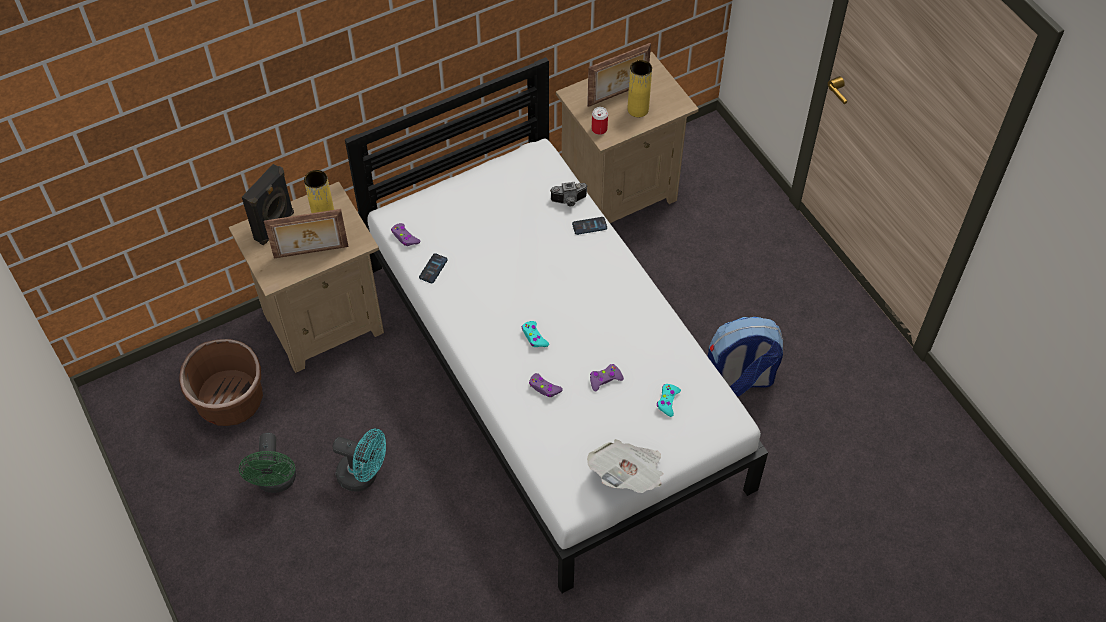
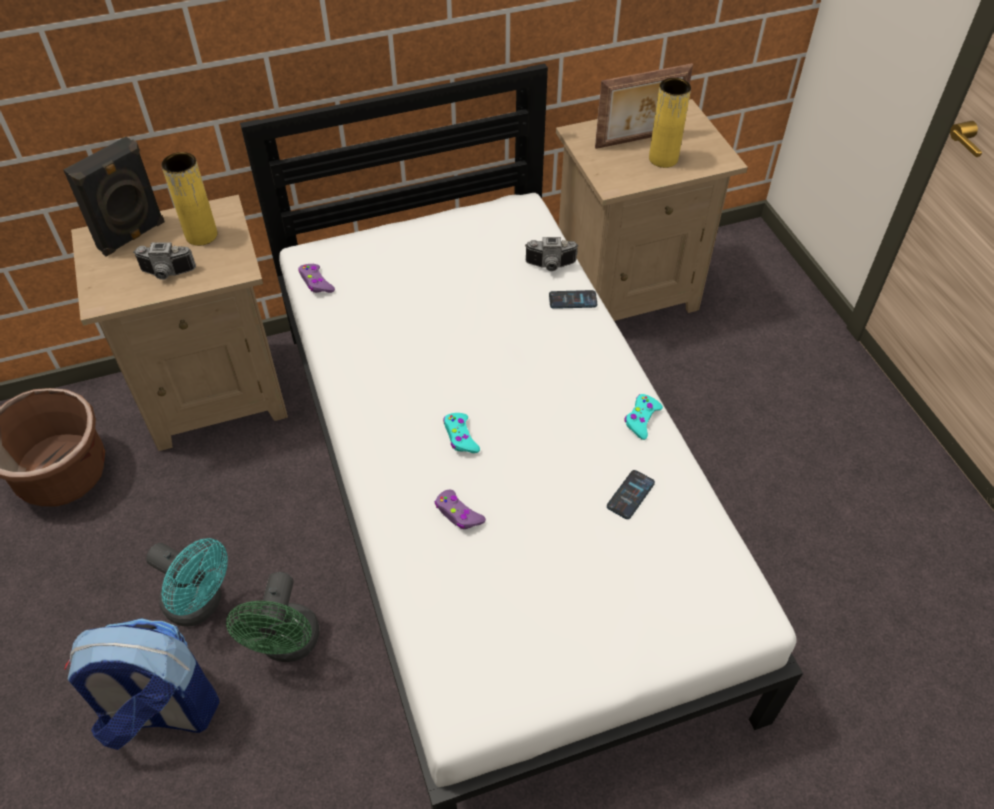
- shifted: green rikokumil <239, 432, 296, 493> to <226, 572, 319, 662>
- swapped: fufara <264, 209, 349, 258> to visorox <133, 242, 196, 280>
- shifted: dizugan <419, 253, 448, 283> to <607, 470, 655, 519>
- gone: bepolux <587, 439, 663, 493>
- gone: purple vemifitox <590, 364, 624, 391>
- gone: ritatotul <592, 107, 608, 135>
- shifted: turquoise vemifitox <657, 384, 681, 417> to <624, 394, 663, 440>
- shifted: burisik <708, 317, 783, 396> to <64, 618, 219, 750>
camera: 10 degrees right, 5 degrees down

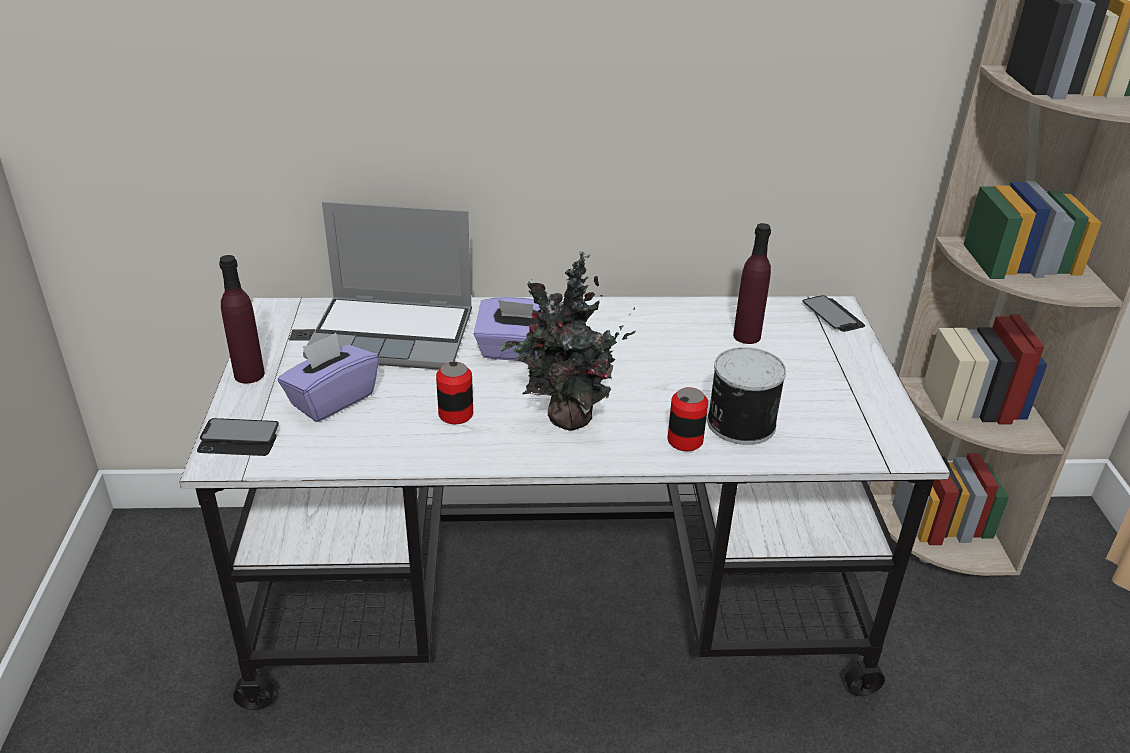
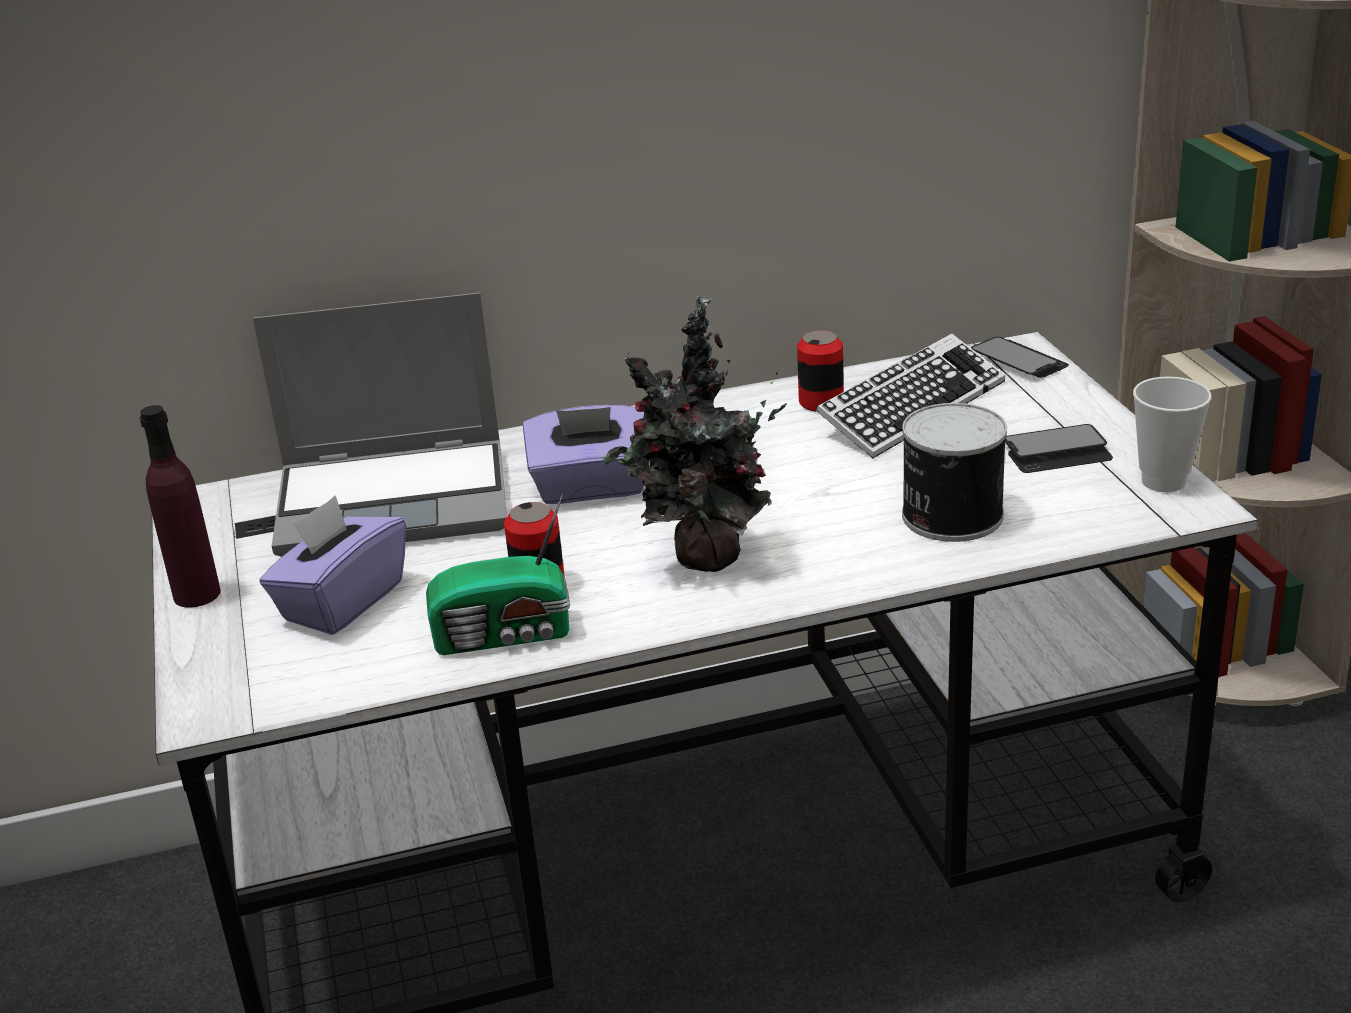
- shifted: dizugan <197, 418, 279, 456> to <1005, 424, 1113, 473>
- shifted: ritatotul <668, 387, 708, 451> to <797, 330, 844, 412>
- swapped: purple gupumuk <733, 223, 771, 344> to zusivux <816, 333, 1005, 458>
- new: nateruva <426, 494, 570, 655>
- new: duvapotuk <1133, 376, 1211, 492>
camera: 10 degrees left, 5 degrees down

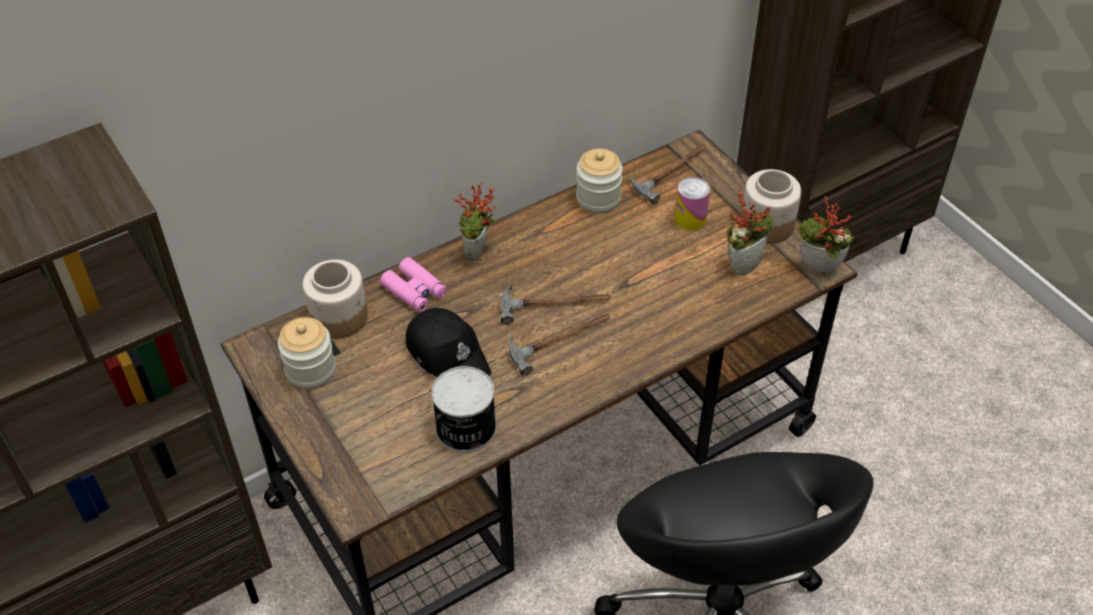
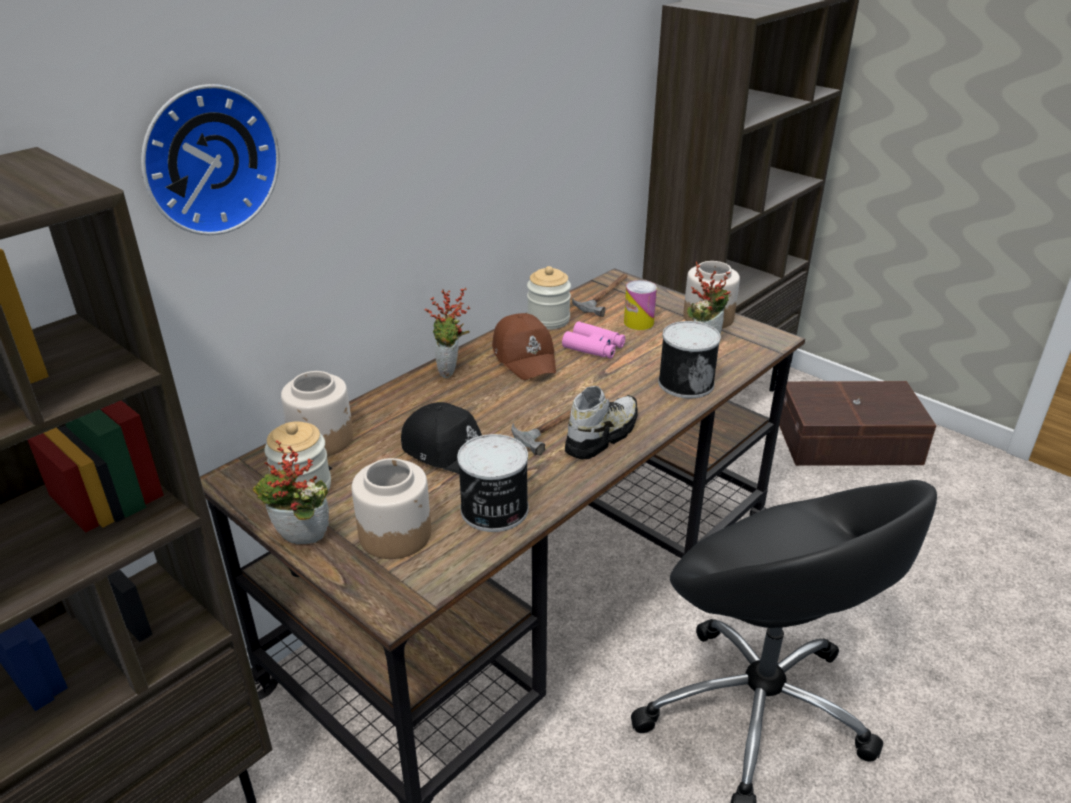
- shifted: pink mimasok <380, 257, 447, 312> to <562, 322, 625, 359>
- gone: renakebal <500, 285, 611, 325>
- shifted: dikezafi <797, 196, 854, 272> to <253, 441, 329, 544>
- new: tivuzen <141, 84, 280, 235>
- new: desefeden <352, 458, 431, 559>
- new: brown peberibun <492, 313, 556, 380>
- new: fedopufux <565, 386, 638, 459>
- new: ritatotul <658, 321, 721, 398>
- new: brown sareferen <779, 381, 936, 466>
camera: 15 degrees left, 15 degrees down

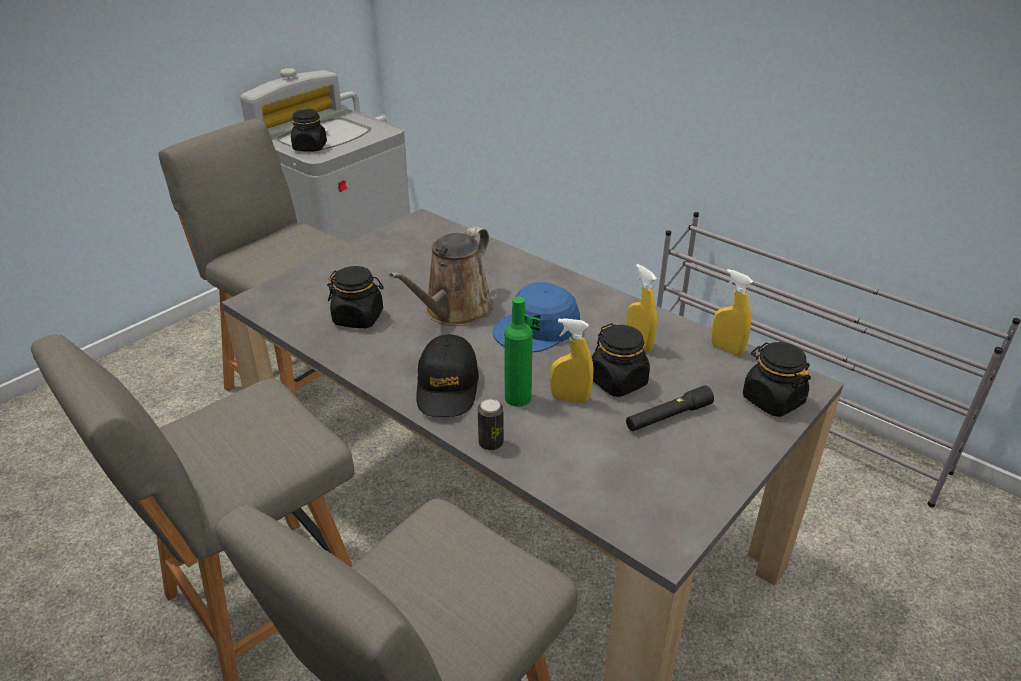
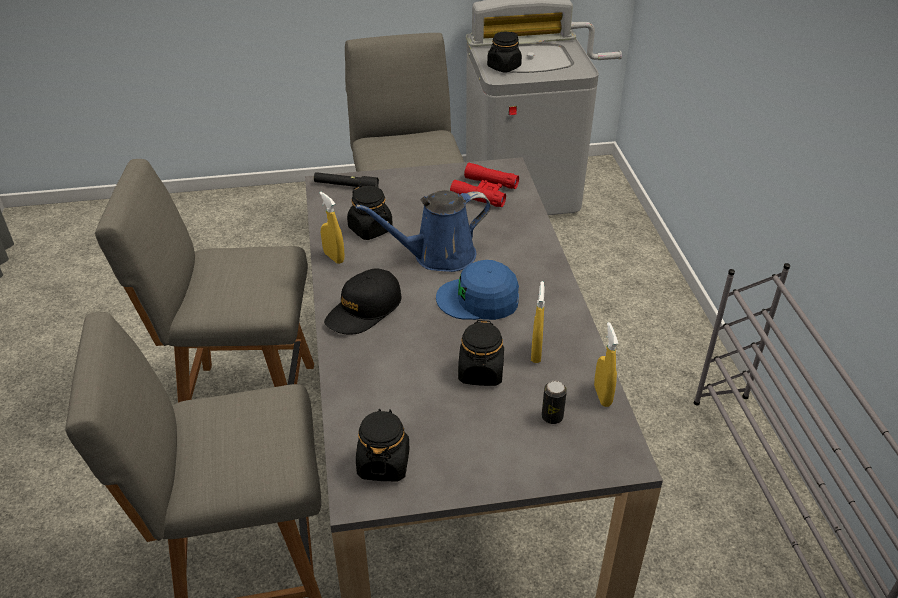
- repainted: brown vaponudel <389, 226, 494, 326> to blue vaponudel <355, 190, 491, 272>
- shifted: ritatotul <478, 399, 504, 450> to <542, 381, 567, 424>
- gone: green gupumuk <504, 297, 533, 407>
- shifted: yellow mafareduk <550, 318, 593, 403> to <319, 192, 345, 264>
- shifted: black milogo <626, 385, 714, 431> to <314, 172, 379, 187>
- shifted: black desefeden <743, 342, 811, 417> to <356, 409, 409, 481>
- new: red mimasok <450, 163, 519, 207>
camera: 40 degrees right, 5 degrees up

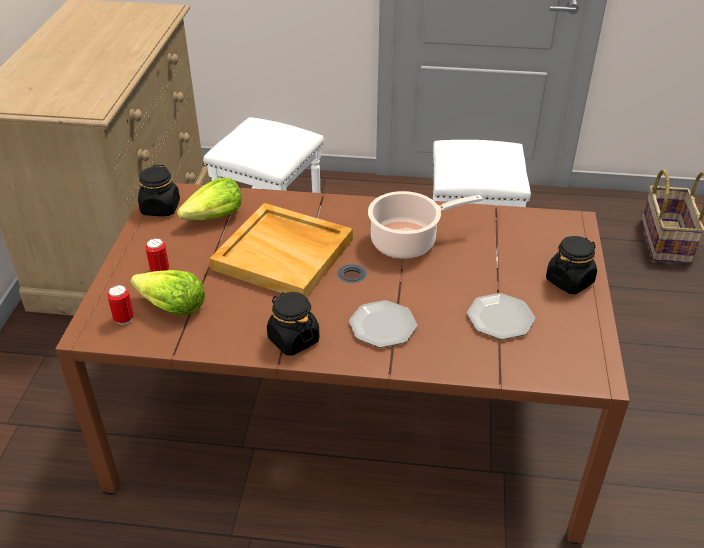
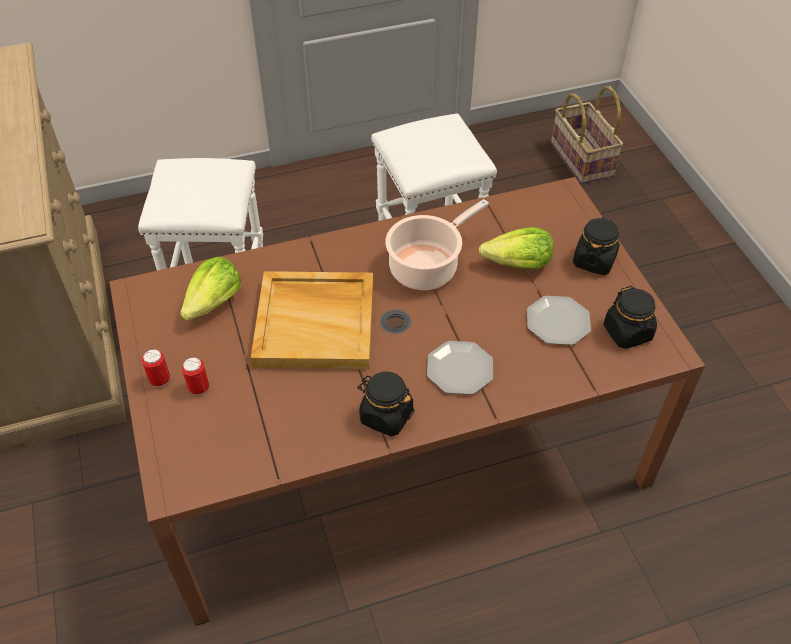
- shifted: ritatotul <107, 285, 134, 325> to <142, 349, 170, 387>
- shifted: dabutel <131, 270, 205, 316> to <479, 227, 554, 269>
- shifted: black desefeden <138, 165, 180, 216> to <603, 286, 657, 349>
camera: 25 degrees left, 10 degrees up

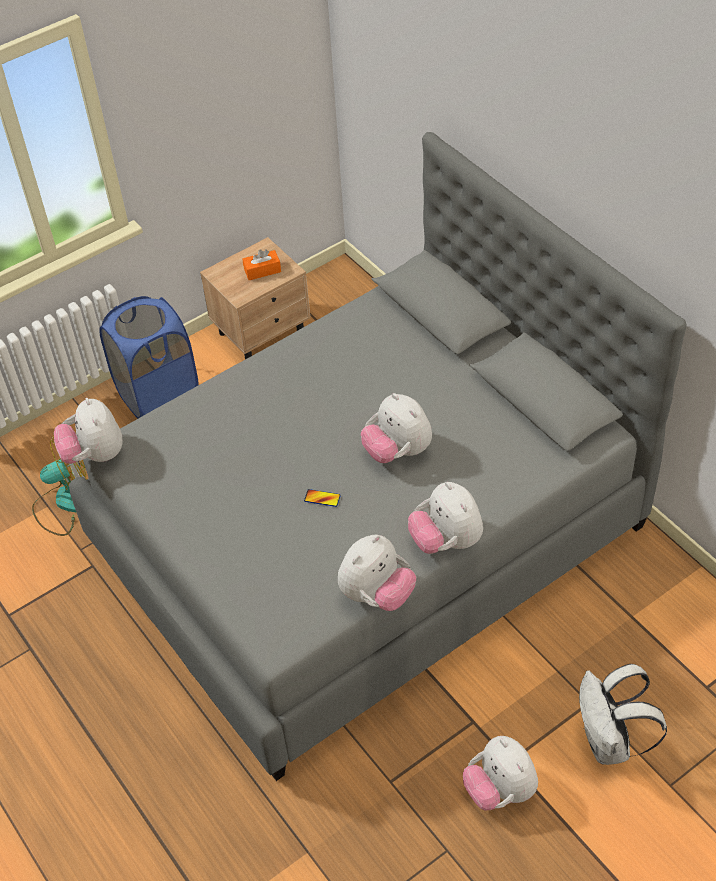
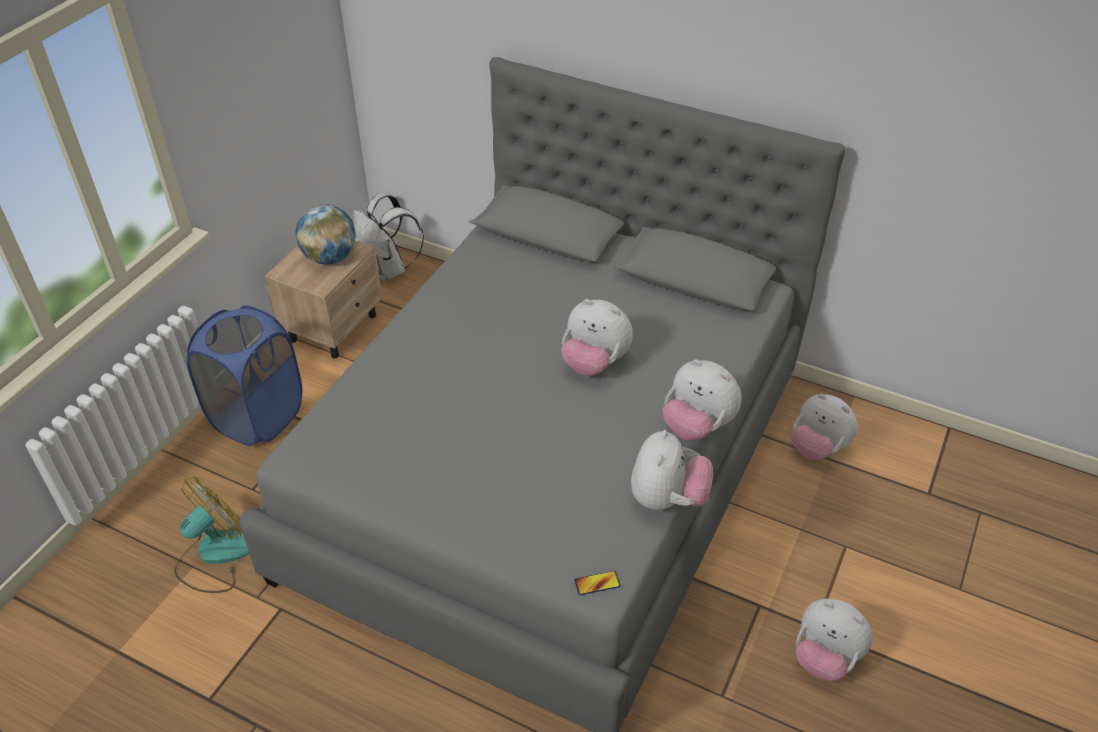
- shifted: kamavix <54, 398, 123, 464> to <791, 394, 858, 460>
- swapped: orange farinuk <242, 249, 281, 280> to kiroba <295, 204, 356, 265>
- shifted: dizugan <304, 489, 341, 507> to <574, 571, 620, 595>
- shifted: white burisik <579, 664, 667, 765> to <353, 193, 424, 281>
camera: 30 degrees left, 5 degrees down

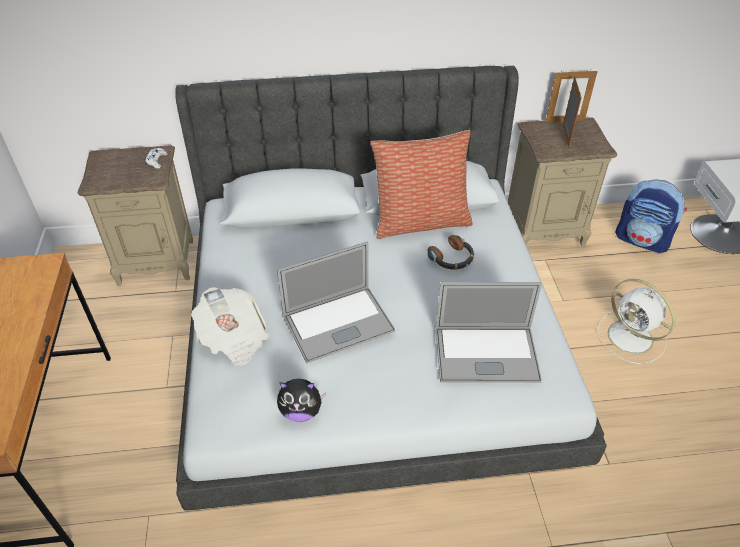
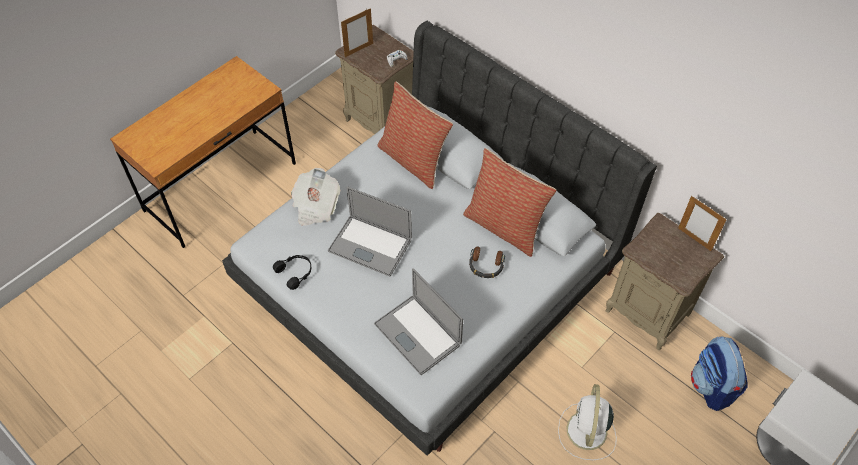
- swapped: kamavix <277, 379, 326, 422> to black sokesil <273, 255, 311, 290>
- shifted: fufara <563, 76, 582, 148> to <341, 8, 373, 57>
- new: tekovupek <377, 81, 453, 189>
camera: 50 degrees right, 10 degrees up

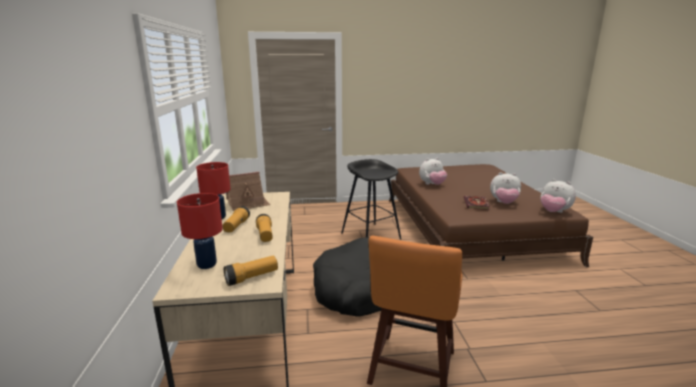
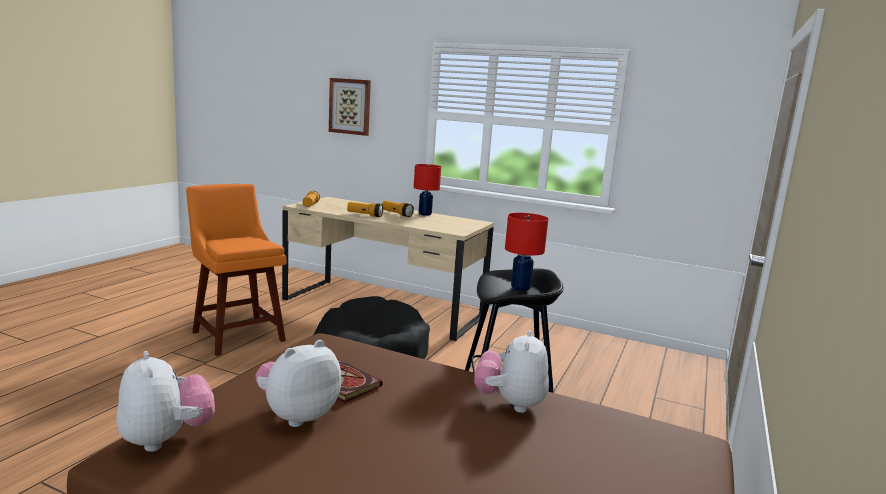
- shifted: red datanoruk <177, 193, 223, 269> to <505, 213, 548, 291>
- gone: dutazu <227, 172, 270, 211>
- rotated: kamavix <540, 179, 576, 213> = <116, 351, 215, 452> 75 degrees clockwise
- new: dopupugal <329, 78, 371, 136>
camera: 120 degrees right, 5 degrees down

